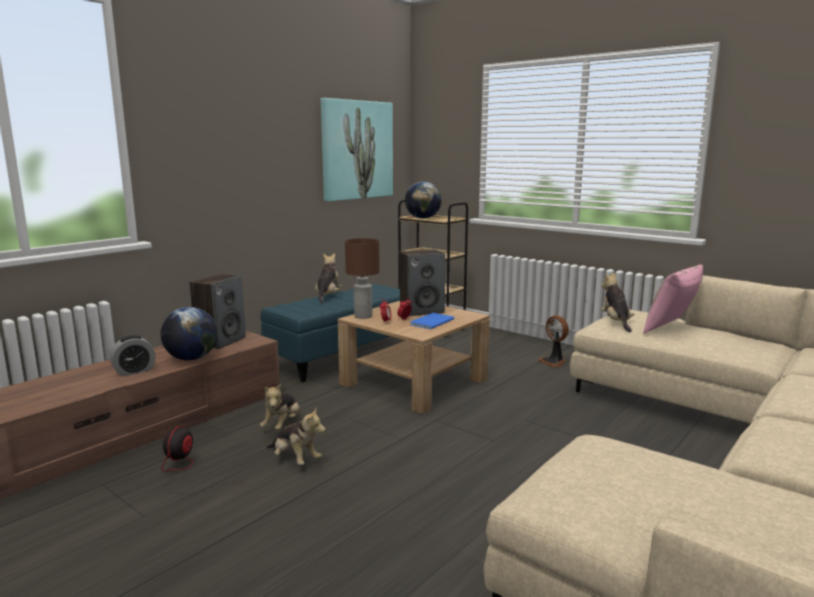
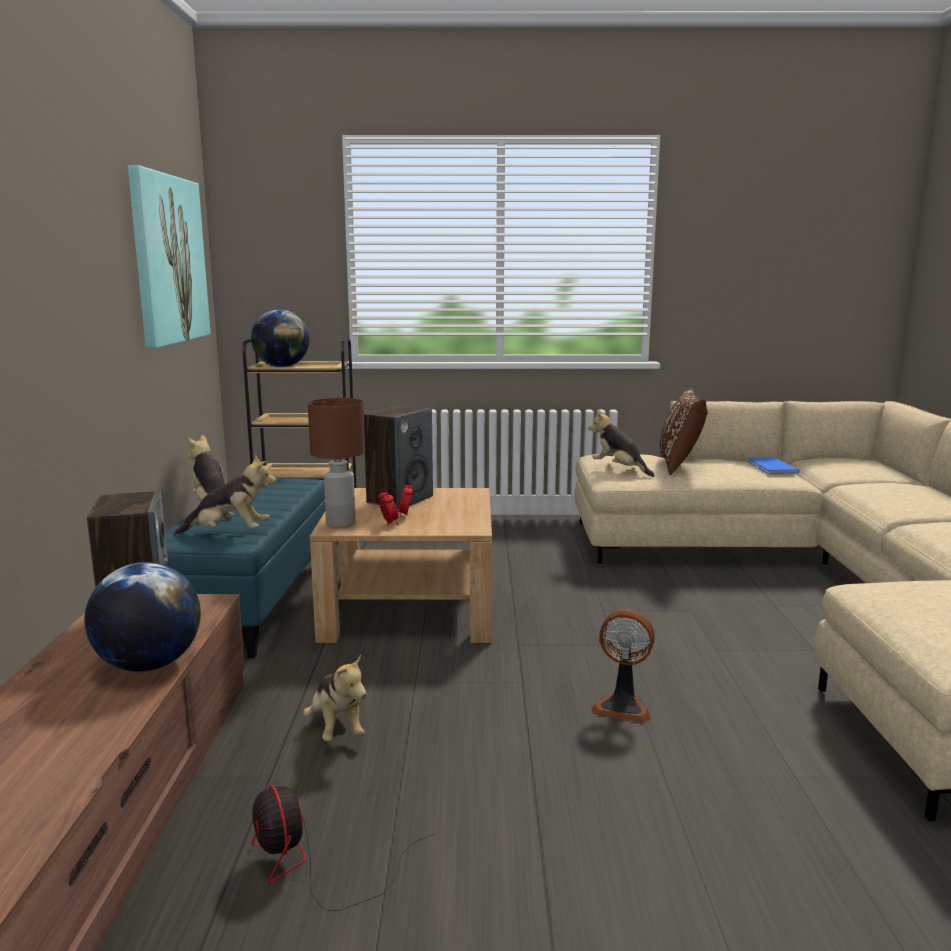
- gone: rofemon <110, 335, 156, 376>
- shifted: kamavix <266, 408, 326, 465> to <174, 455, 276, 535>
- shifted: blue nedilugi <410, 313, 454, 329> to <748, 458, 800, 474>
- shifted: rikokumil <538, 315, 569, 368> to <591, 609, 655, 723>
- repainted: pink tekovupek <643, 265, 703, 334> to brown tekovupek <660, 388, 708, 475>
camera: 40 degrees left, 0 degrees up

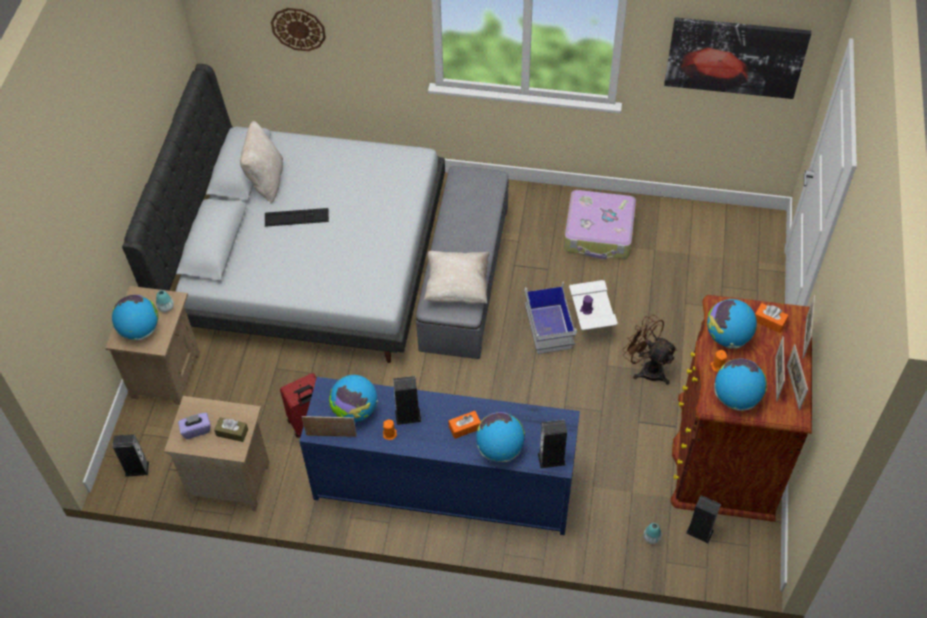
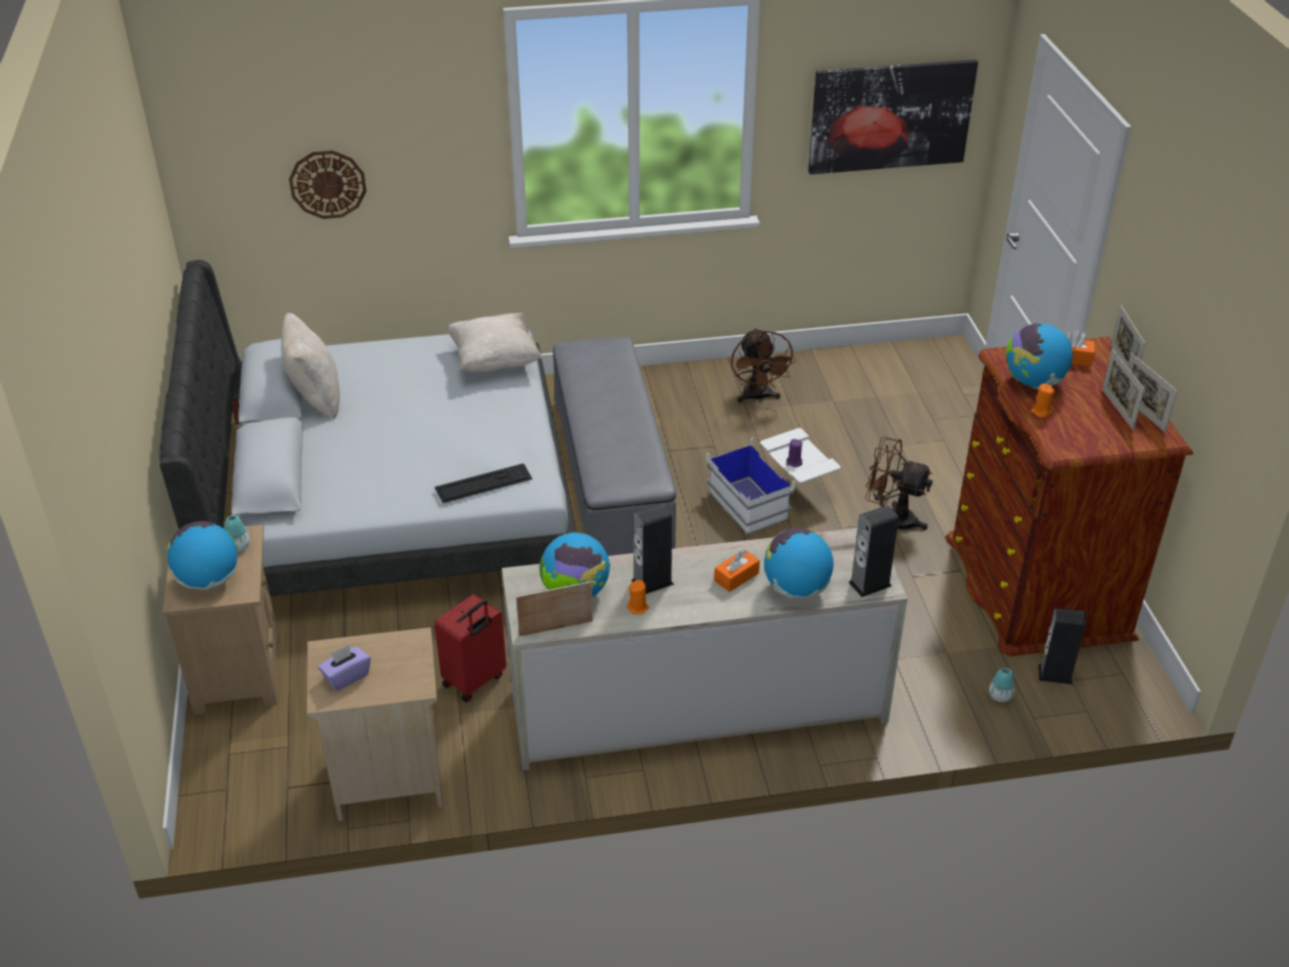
- gone: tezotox <113, 434, 149, 477>
- gone: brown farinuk <214, 417, 248, 442>
- shifted: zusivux <265, 208, 329, 227> to <435, 463, 532, 503>
- repainted: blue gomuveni <299, 377, 580, 535> to white gomuveni <502, 528, 908, 770>
- shifted: beige tekovupek <424, 251, 490, 304> to <447, 313, 542, 372>
- swapped: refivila <564, 190, 636, 259> to brown rikokumil <731, 328, 796, 403>
- gone: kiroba <714, 358, 767, 411>
camera: 20 degrees left, 15 degrees down

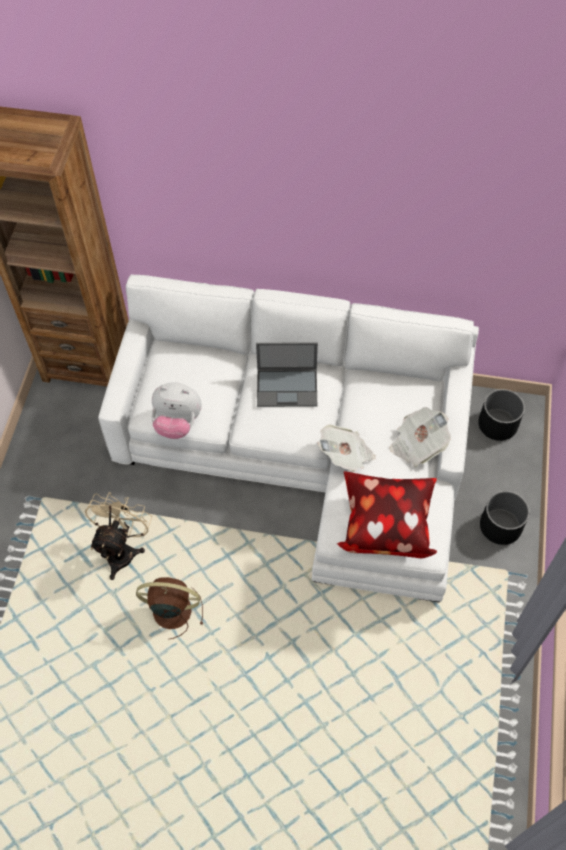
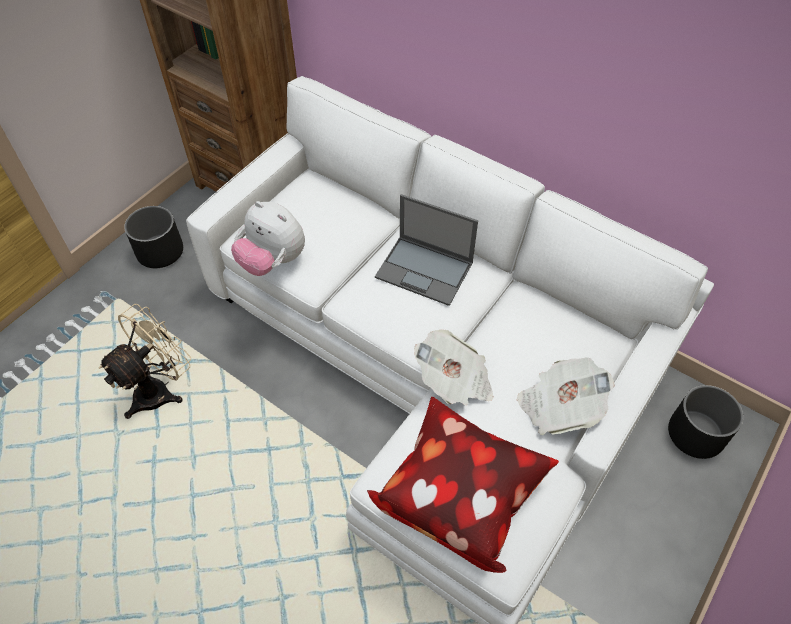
- gone: brown rikokumil <136, 577, 203, 639>
- shifted: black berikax <480, 491, 529, 545> to <124, 206, 183, 268>
camera: 25 degrees right, 5 degrees down

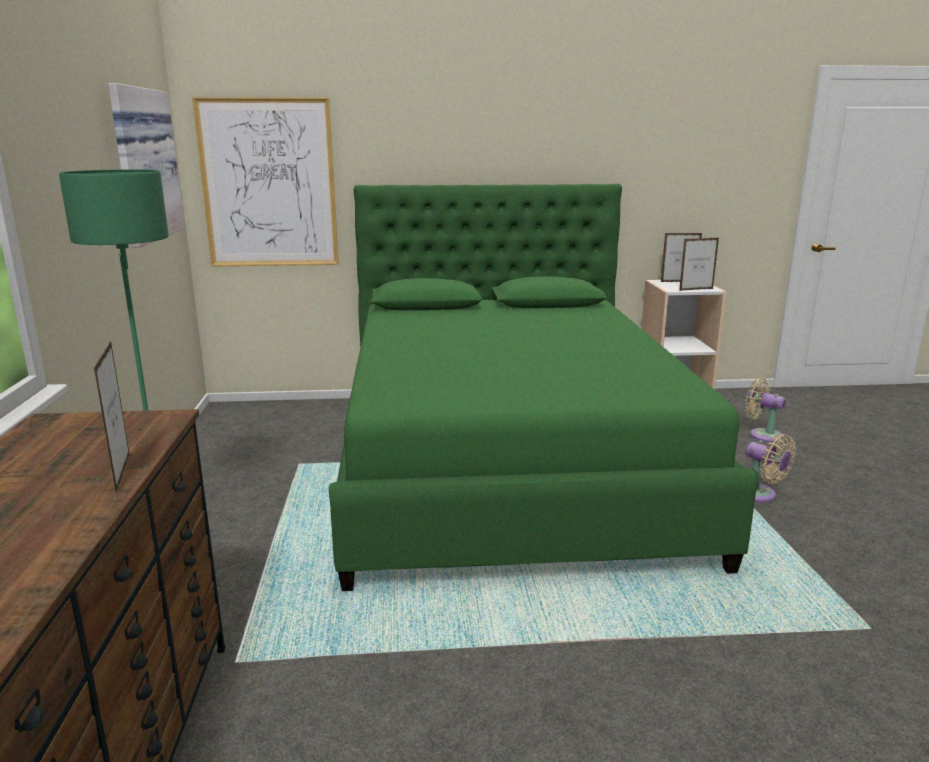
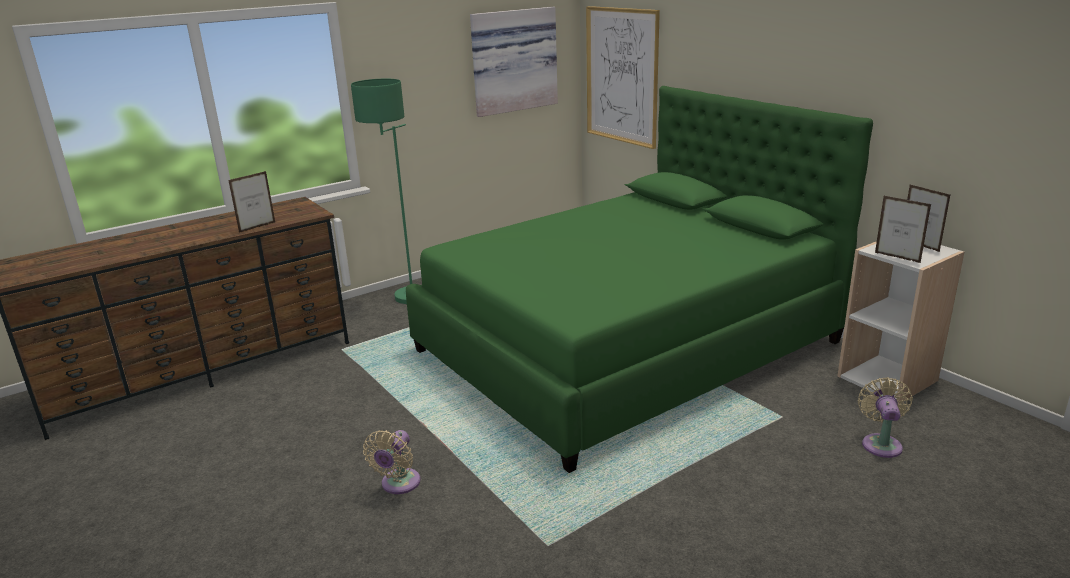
- shifted: beige rikokumil <745, 434, 796, 503> to <363, 430, 421, 494>
camera: 60 degrees right, 5 degrees up

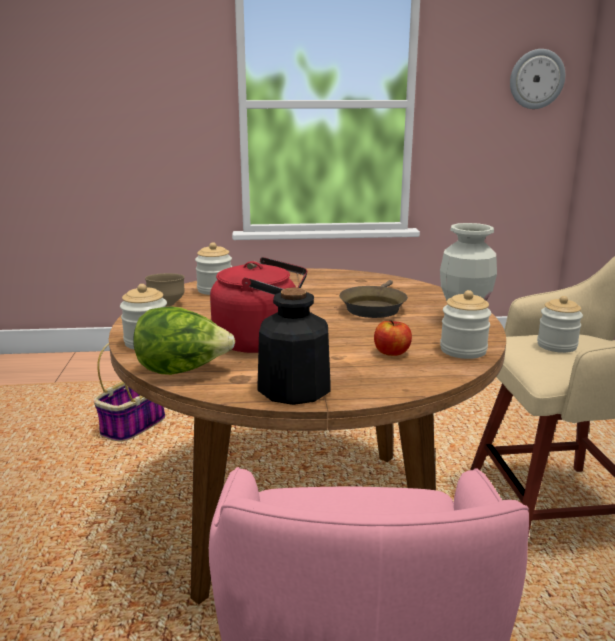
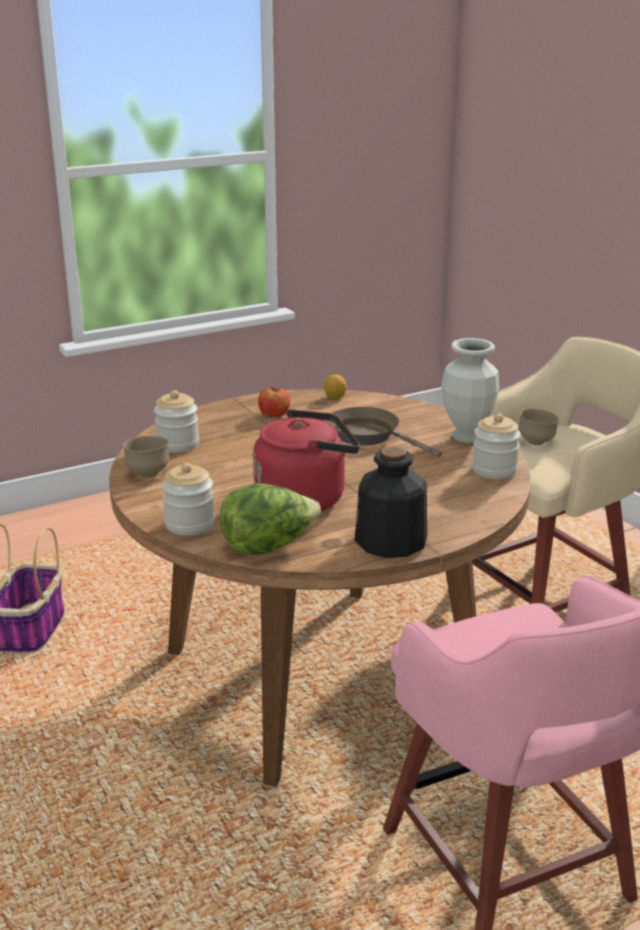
- rotated: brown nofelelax <339, 280, 408, 318> = <327, 407, 441, 457> 135 degrees clockwise
- shifted: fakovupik <374, 320, 412, 356> to <258, 387, 290, 417>
- gone: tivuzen <510, 49, 565, 109>
- swapped: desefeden <537, 296, 583, 353> to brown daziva <519, 409, 559, 445>
- new: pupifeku <324, 374, 347, 399>
camera: 25 degrees left, 5 degrees up

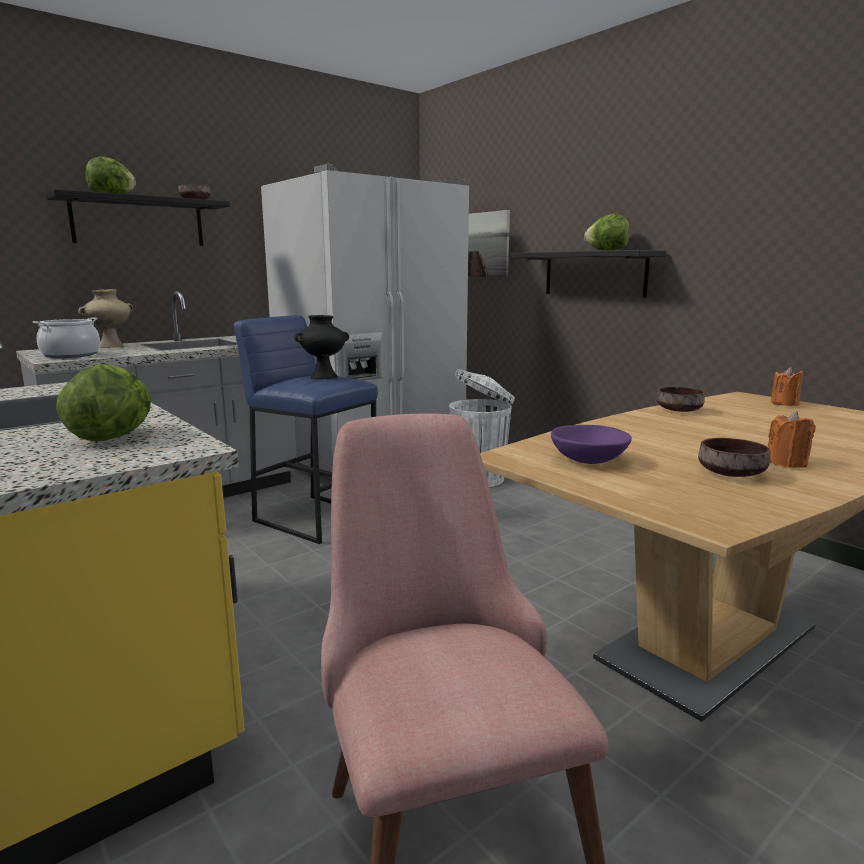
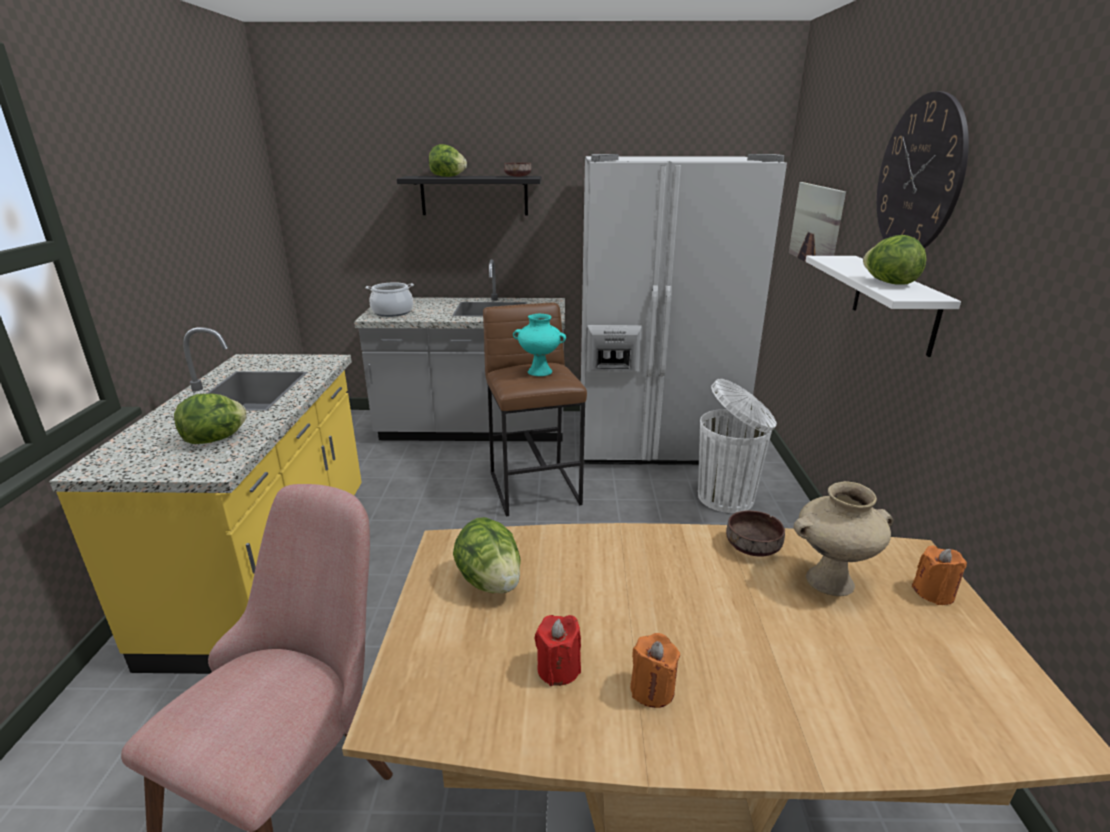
- shifted: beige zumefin <78, 289, 133, 348> to <793, 481, 894, 596>
- repainted: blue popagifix <234, 315, 378, 544> to brown popagifix <483, 303, 587, 516>
- repainted: black zumefin <294, 315, 349, 379> to turquoise zumefin <513, 314, 566, 376>
- repainted: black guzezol <511, 250, 666, 298> to white guzezol <805, 256, 961, 357>
- swapped: purple daziva <551, 425, 632, 464> to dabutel <453, 517, 521, 593>
- swapped: brown daziva <698, 438, 771, 477> to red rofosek <535, 615, 581, 686>
- new: tivuzen <877, 91, 969, 248>
camera: 40 degrees right, 10 degrees up

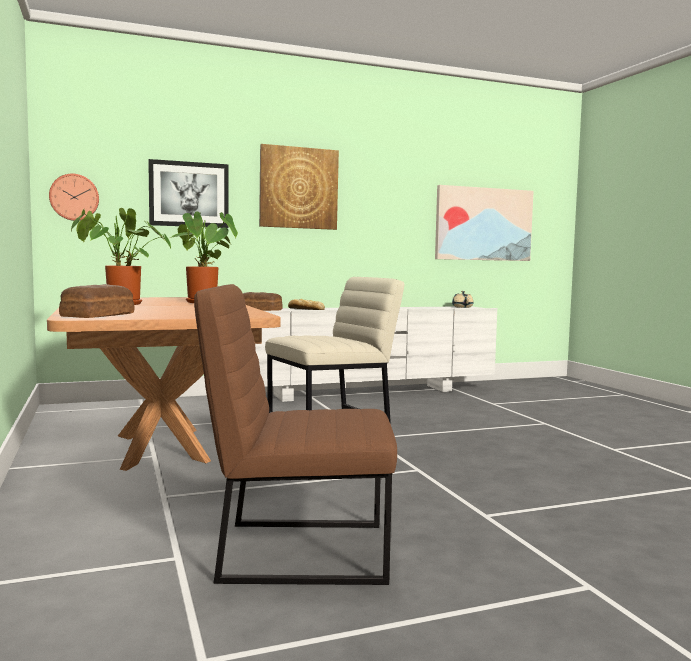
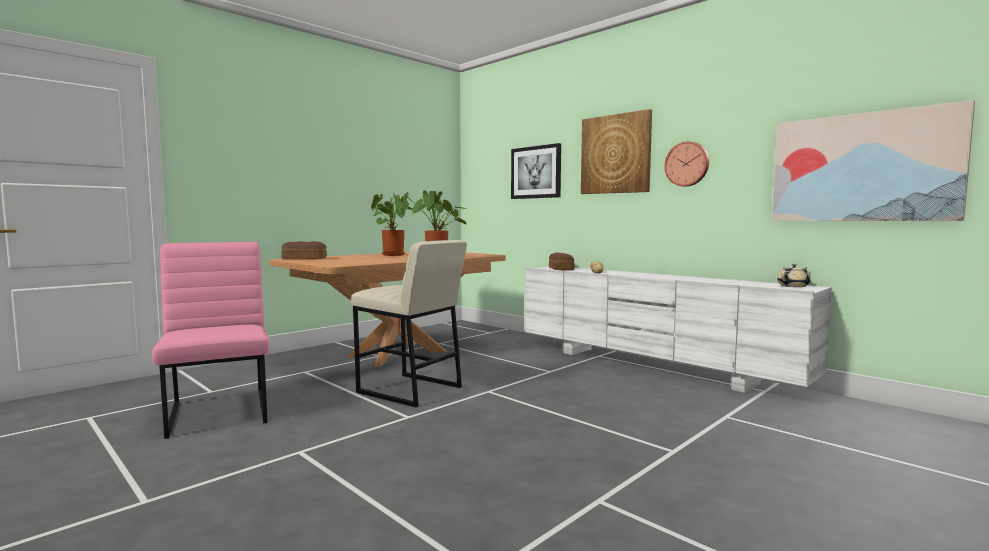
- shifted: tivuzen <49, 174, 99, 221> to <664, 141, 709, 187>
- repainted: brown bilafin <194, 284, 397, 585> to pink bilafin <152, 242, 270, 439>
camera: 65 degrees right, 0 degrees up

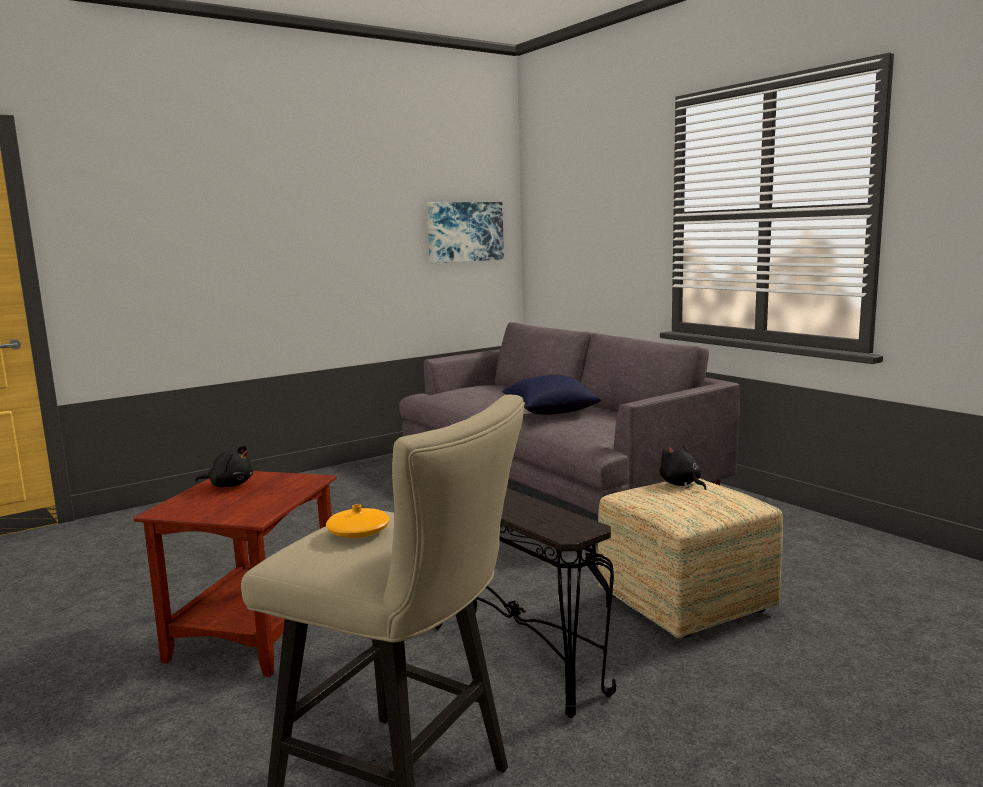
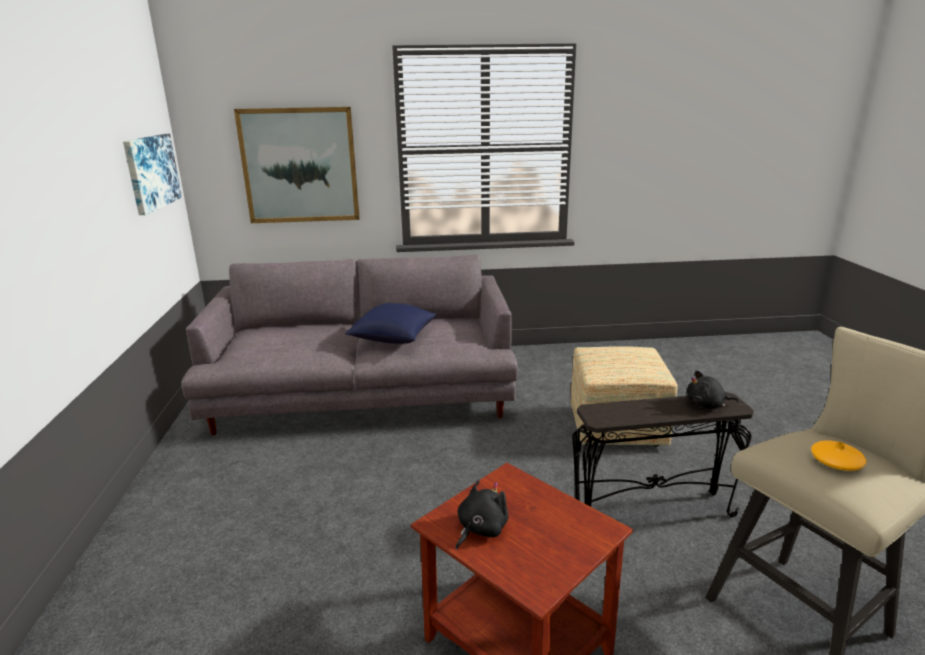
- shifted: black kamavix <659, 445, 706, 490> to <687, 370, 738, 409>
- new: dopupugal <234, 107, 360, 223>
camera: 60 degrees left, 10 degrees up

